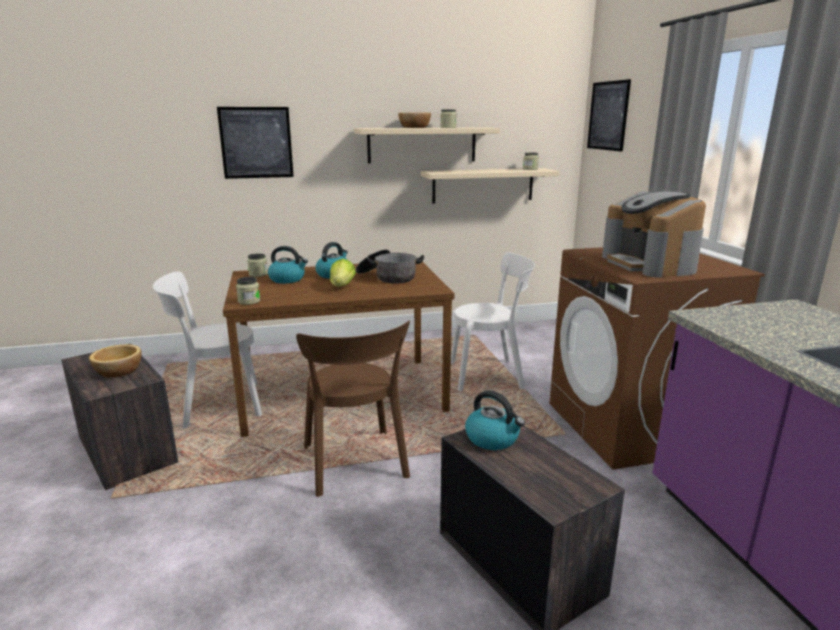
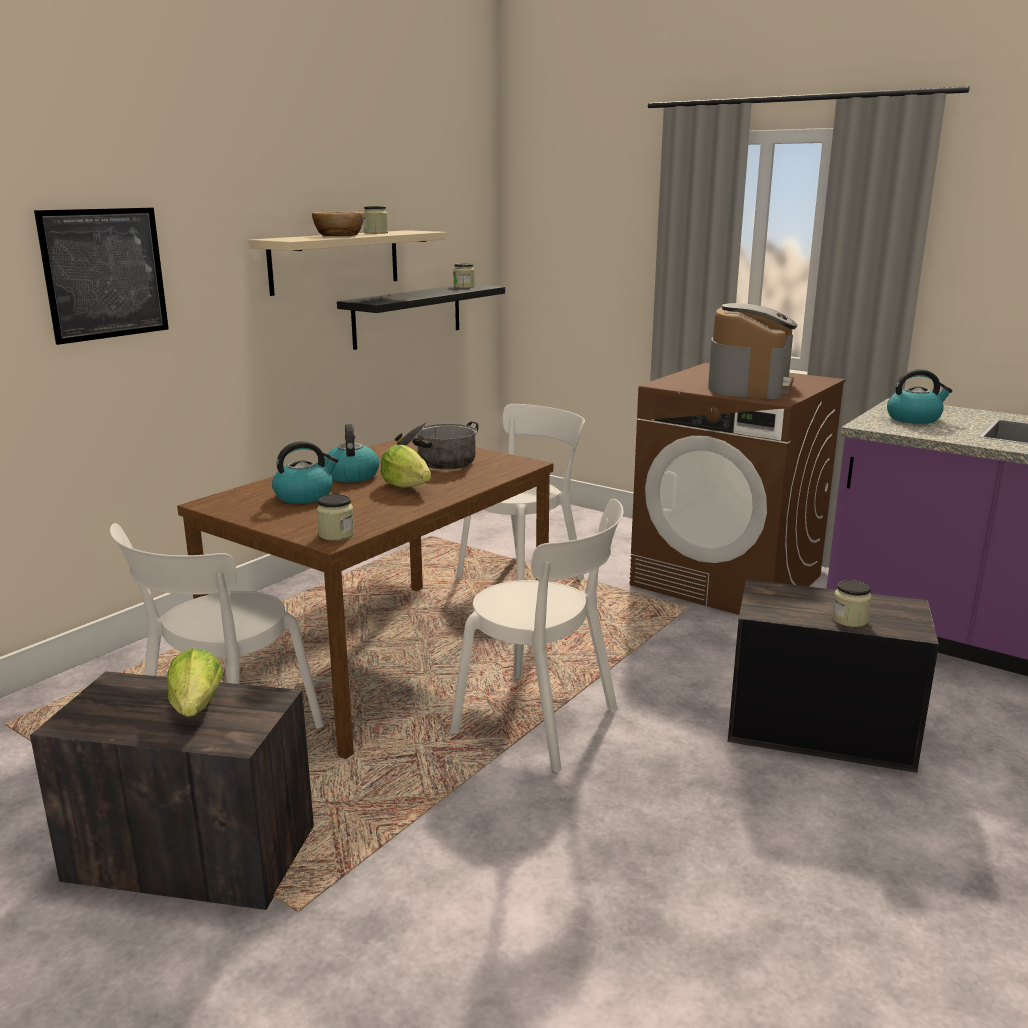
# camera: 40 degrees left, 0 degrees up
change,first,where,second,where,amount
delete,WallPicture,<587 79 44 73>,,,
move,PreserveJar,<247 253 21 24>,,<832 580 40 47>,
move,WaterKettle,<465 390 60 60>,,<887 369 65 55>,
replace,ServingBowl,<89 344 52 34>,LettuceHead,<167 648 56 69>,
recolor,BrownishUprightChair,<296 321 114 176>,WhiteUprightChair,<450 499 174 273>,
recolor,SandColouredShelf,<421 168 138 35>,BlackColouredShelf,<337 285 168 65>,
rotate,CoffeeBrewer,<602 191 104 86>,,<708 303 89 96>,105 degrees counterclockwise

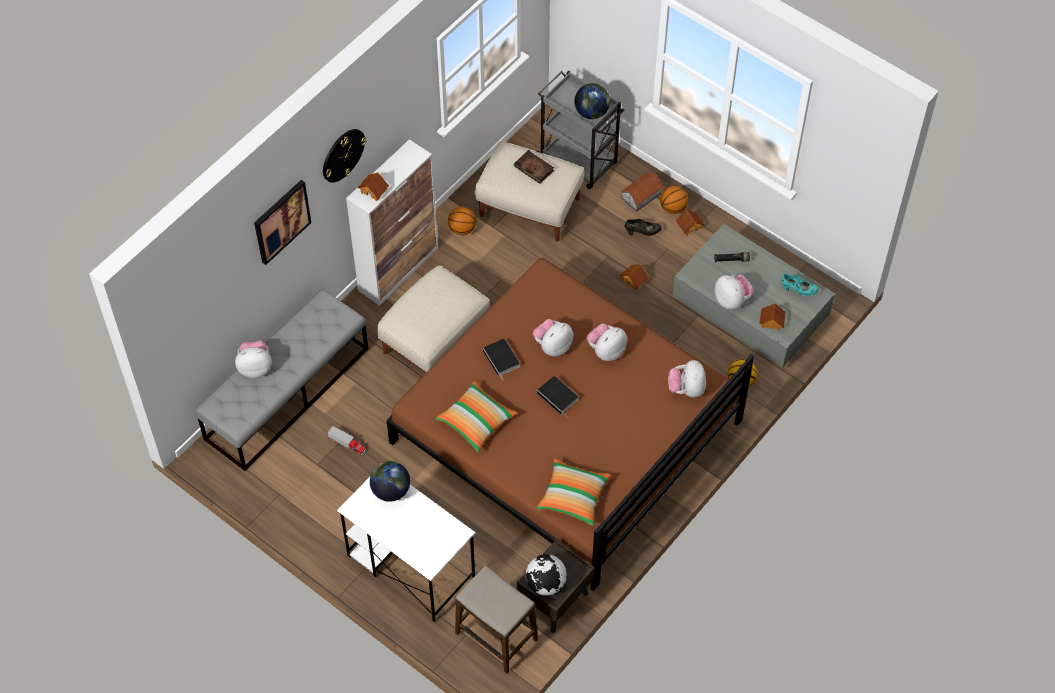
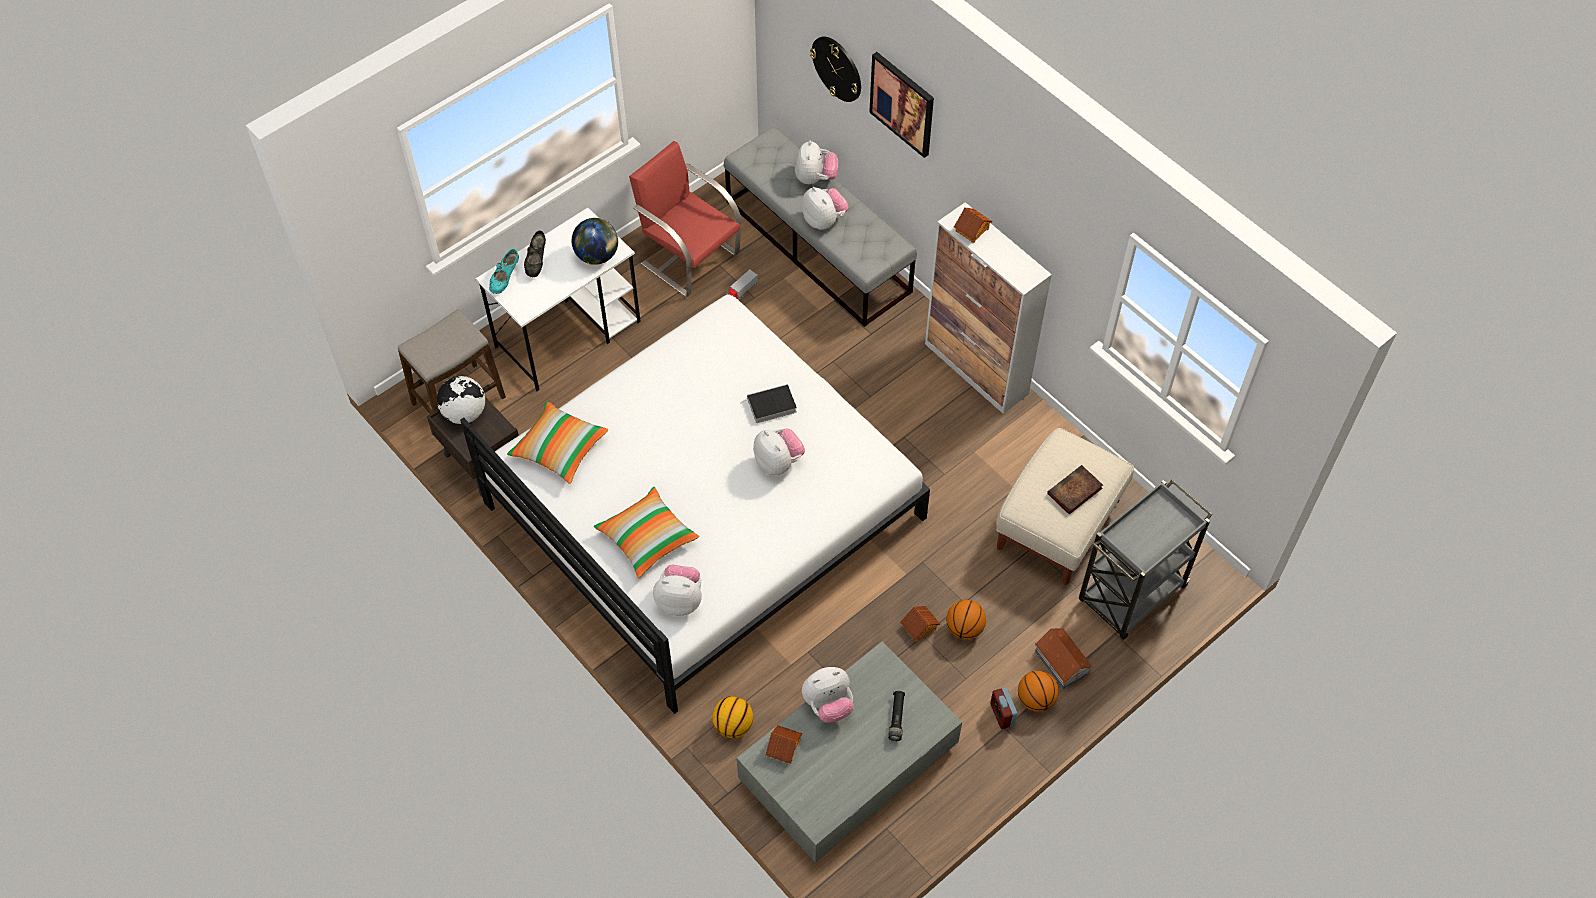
# camera: 100 degrees right, 0 degrees up
change,first,where,second,where,amount
delete,SandColouredPouffe,<377 266 113 108>,,,
delete,BoundBook,<537 376 41 42>,,,
delete,Globe,<574 83 36 36>,,,
insert,,,ReddishUprightChair,<629 141 112 156>,
move,WallClock,<323 129 43 54>,,<810 36 51 66>,
move,ThrowPillow,<435 381 82 71>,,<594 487 105 91>,
move,Basketball,<448 207 28 28>,,<946 600 40 40>,
move,CuddlyToy,<586 324 41 37>,,<802 187 47 43>,
move,BlackColouredShoe,<625 219 37 17>,,<524 231 22 46>,
move,TurquoiseShoe,<781 274 38 22>,,<489 249 30 45>,
replace,MiniatureHouse,<676 209 28 27>,AlarmClock,<990 687 27 42>,
recolor,BrownishBed,<386 258 368 333>,WhiteBed,<460 294 470 420>,

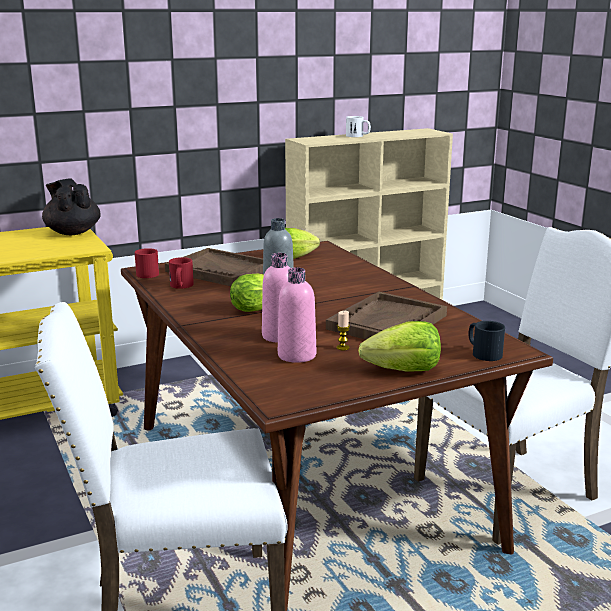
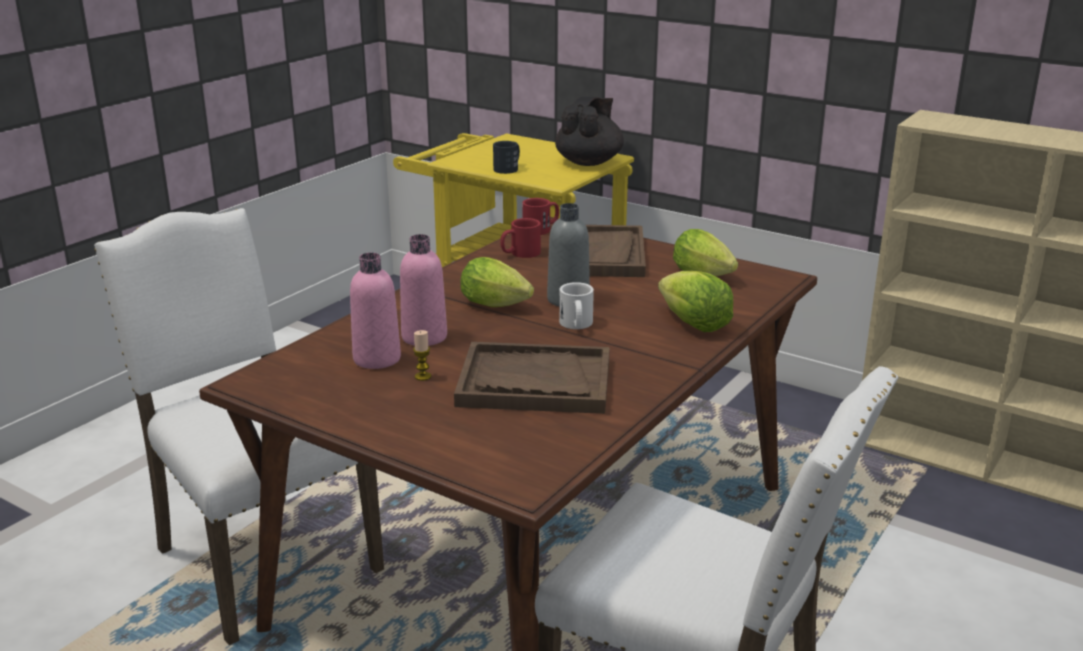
# camera: 60 degrees right, 5 degrees up
change,first,where,second,where,amount
move,WhiteMug,<346 116 25 21>,,<559 282 35 47>,
move,LettuceHead,<358 321 83 51>,,<658 271 75 61>,
move,BlackColouredMug,<469 321 36 40>,,<493 141 27 33>,

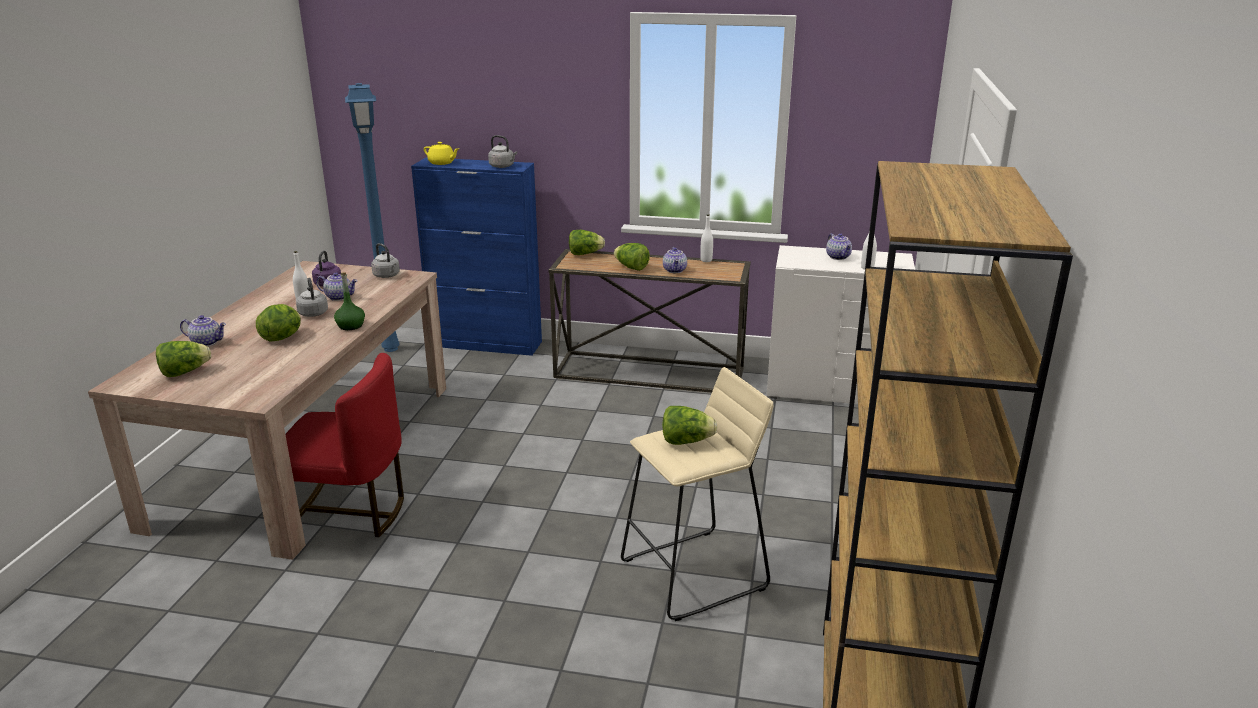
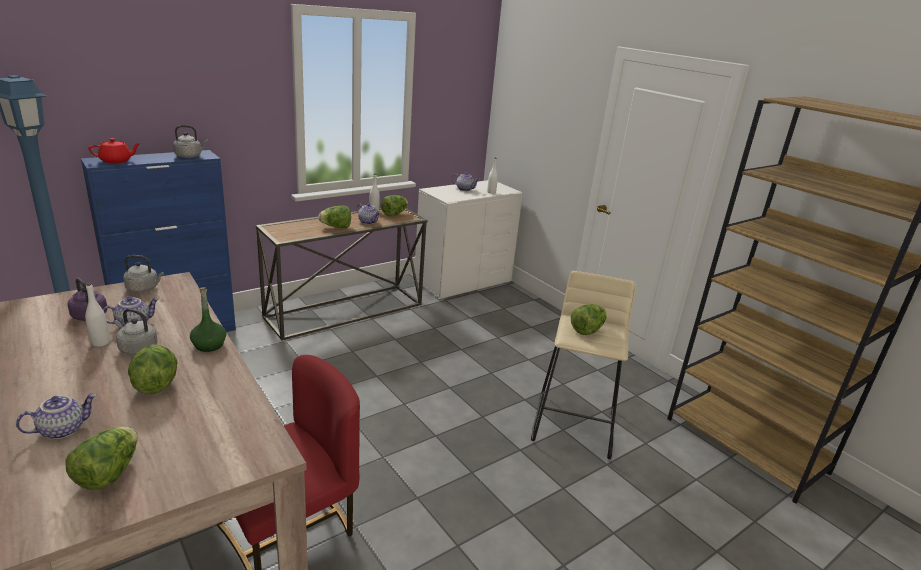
# camera: 50 degrees left, 0 degrees up
change,first,where,second,where,amount
move,LettuceHead,<569 230 36 25>,,<381 195 27 22>,
recolor,YellowPotForTea,<424 142 35 23>,ReddishPotForTea,<89 138 52 25>,

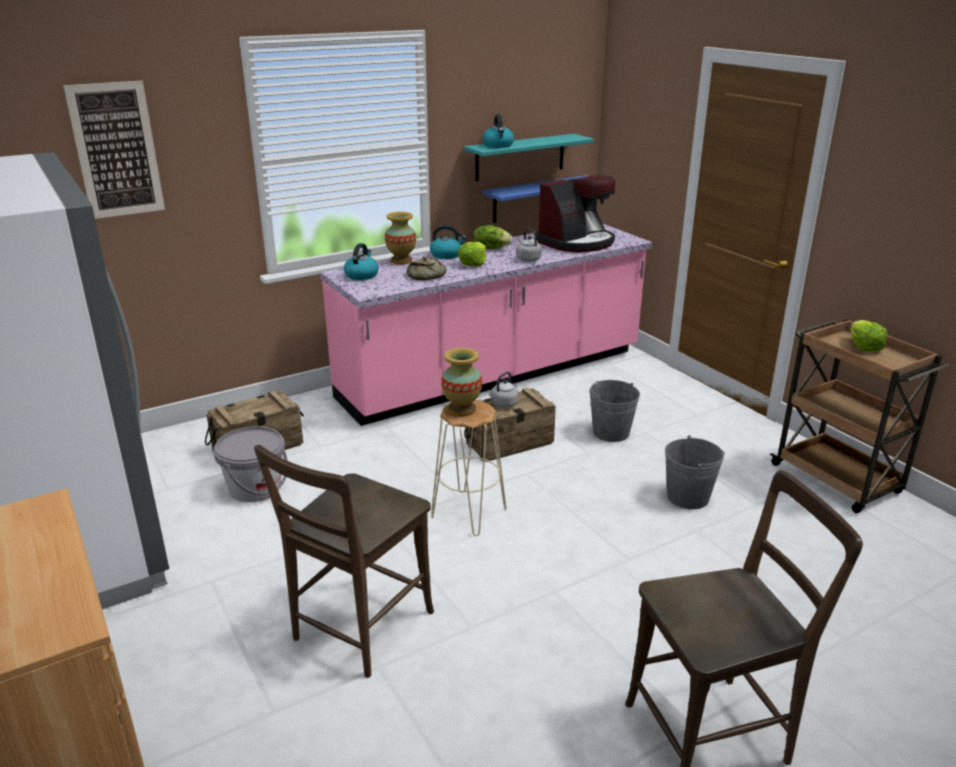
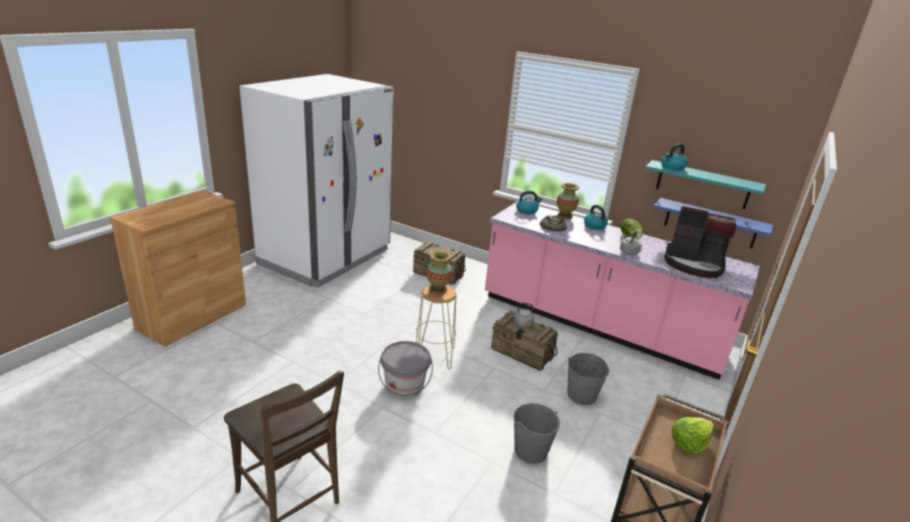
# camera: 60 degrees right, 0 degrees up
change,first,where,second,where,amount
delete,WallPicture,<63 81 102 138>,,,
delete,BrownishUprightChair,<254 445 180 233>,,,
delete,LettuceHead,<458 242 28 25>,,,
move,GrayPail,<213 426 75 76>,,<378 341 55 57>,

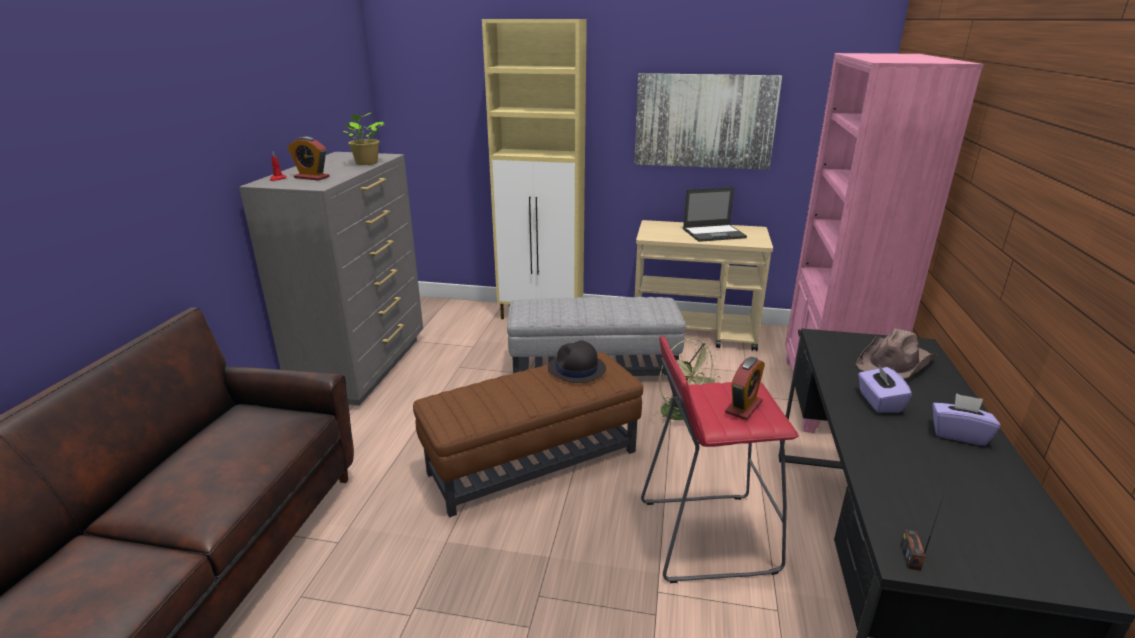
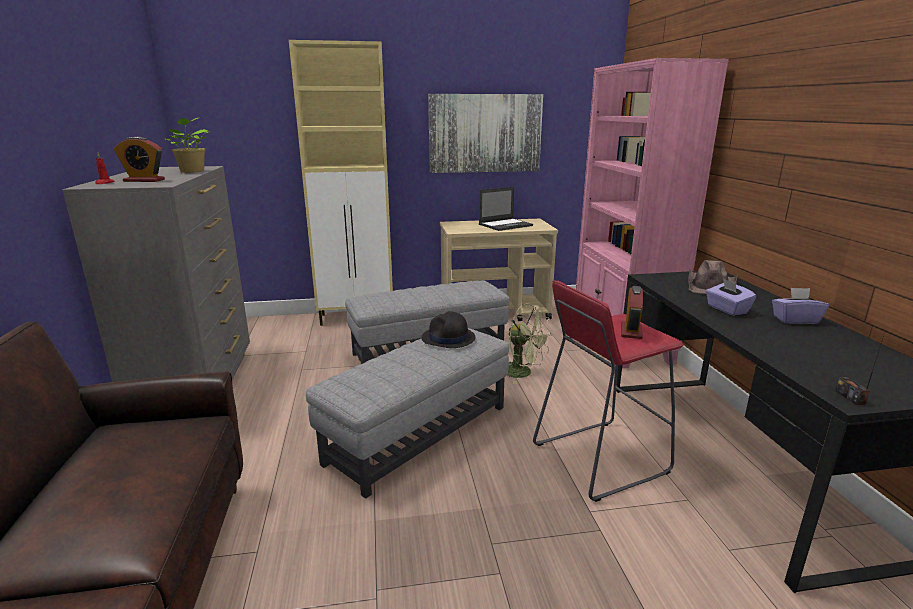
# camera: 20 degrees left, 5 degrees down
change,first,where,second,where,amount
recolor,BrownishPouffe,<413 352 230 165>,GrayPouffe,<306 328 203 171>,

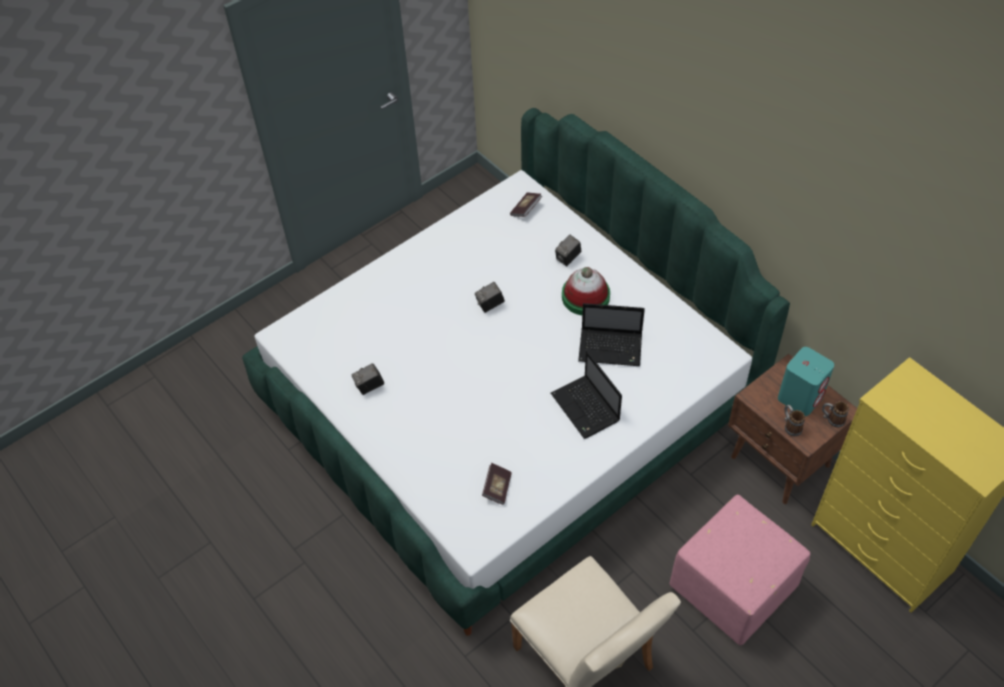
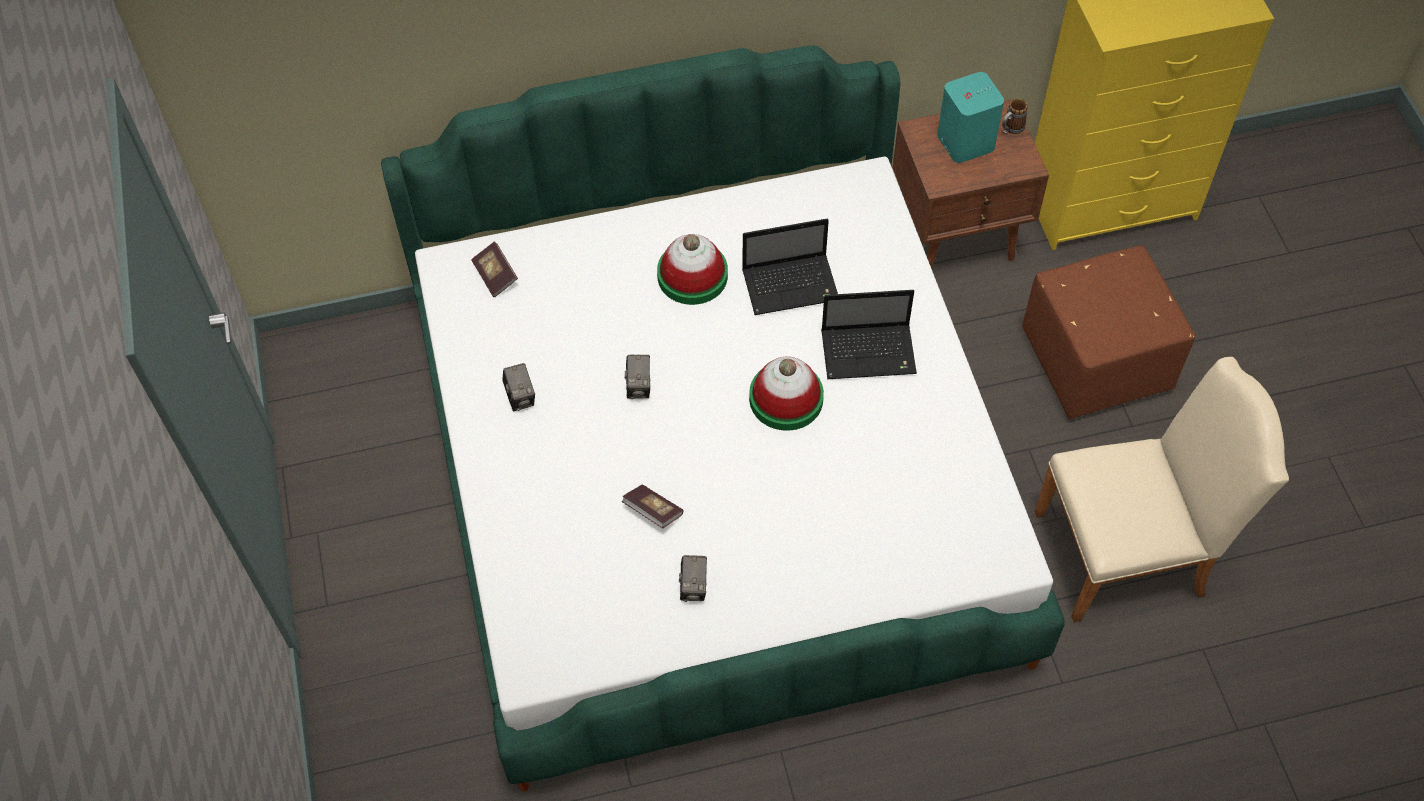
# camera: 65 degrees left, 5 degrees up
change,first,where,second,where,amount
delete,Mug,<785 405 20 31>,,,
insert,,,ClothingHat,<749 357 75 74>,
move,BoundBook,<482 463 30 42>,,<622 484 62 44>,
move,PhotoCamera,<555 235 26 31>,,<502 363 33 48>,
recolor,PinkPouffe,<669 494 142 151>,BrownishPouffe,<1022 245 174 174>,
rotate,NotebookComputer,<578 303 67 63>,,<742 219 96 96>,45 degrees clockwise

